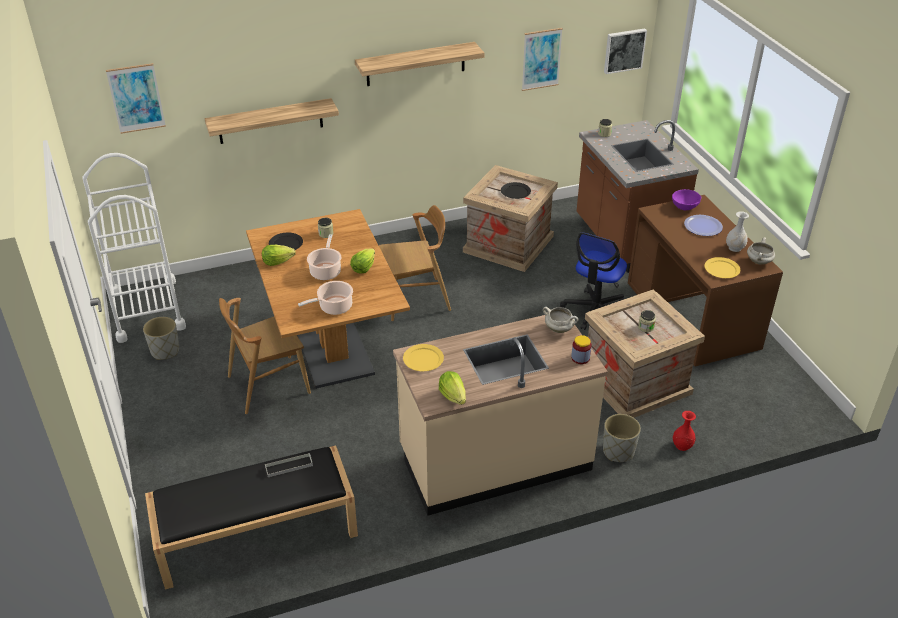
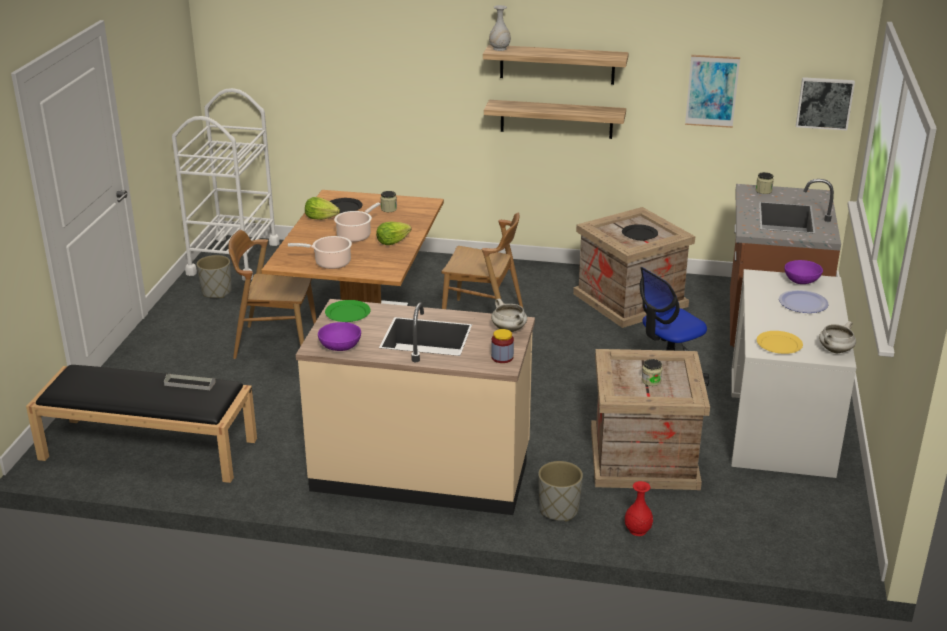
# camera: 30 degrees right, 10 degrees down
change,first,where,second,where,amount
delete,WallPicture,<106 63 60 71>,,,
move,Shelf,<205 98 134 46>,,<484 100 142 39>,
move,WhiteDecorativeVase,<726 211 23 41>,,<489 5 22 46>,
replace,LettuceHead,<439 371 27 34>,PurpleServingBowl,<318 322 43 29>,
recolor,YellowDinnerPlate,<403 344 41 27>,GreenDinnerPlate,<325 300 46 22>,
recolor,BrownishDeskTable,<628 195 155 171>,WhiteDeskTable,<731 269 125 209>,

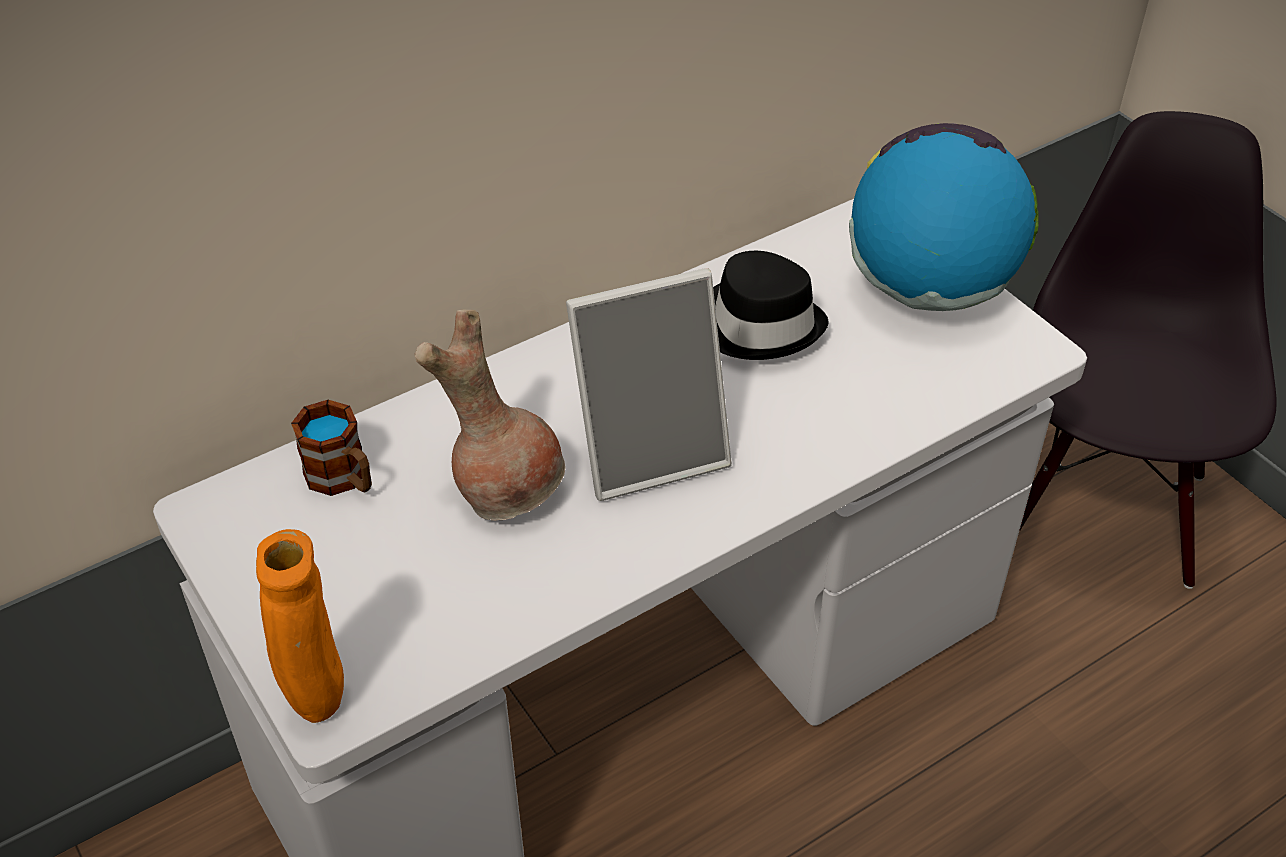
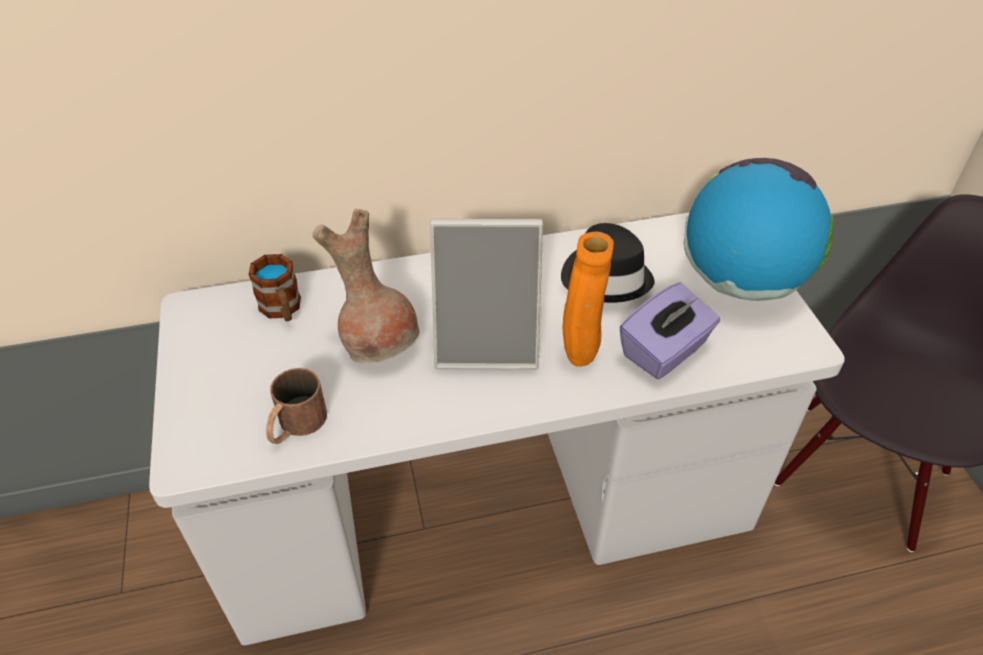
# camera: 20 degrees right, 0 degrees up
change,first,where,second,where,amount
insert,,,BrownishMug,<266 368 61 76>,
insert,,,PurpleBoxOfTissues,<619 283 101 96>,
move,OrangeyDecorativeVase,<256 529 88 194>,,<563 232 51 134>,

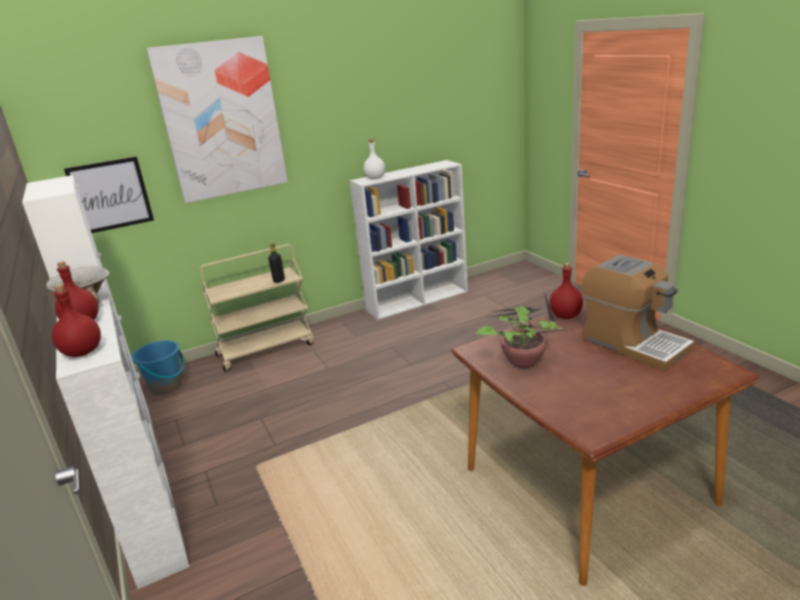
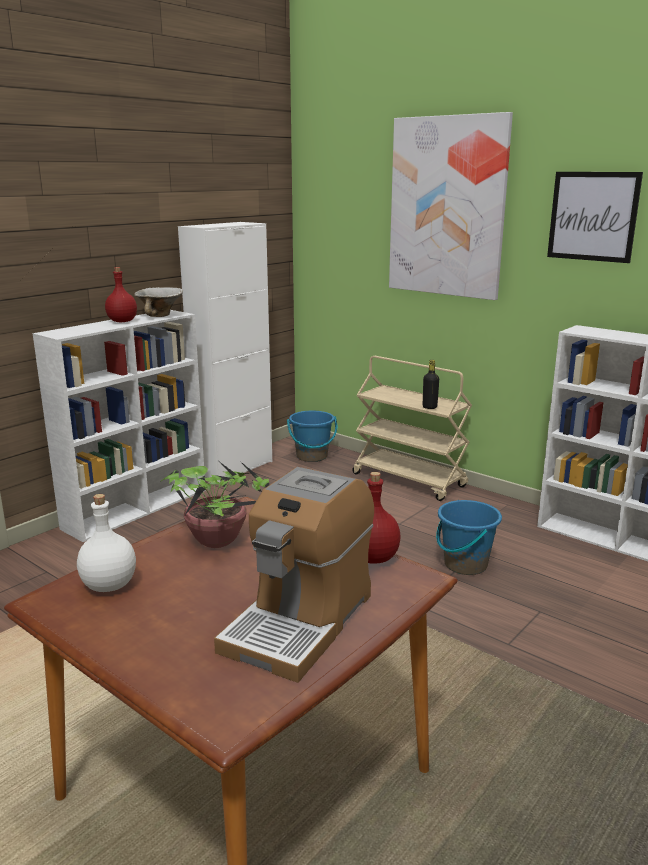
# camera: 65 degrees right, 5 degrees down
change,first,where,second,where,amount
delete,ReddishBeverageBottle,<52 285 49 72>,,,
insert,,,BlueColouredPail,<436 500 66 75>,
move,WallPicture,<64 156 90 77>,,<547 172 96 91>,
move,WhiteBeverageBottle,<363 139 22 40>,,<77 494 59 98>,

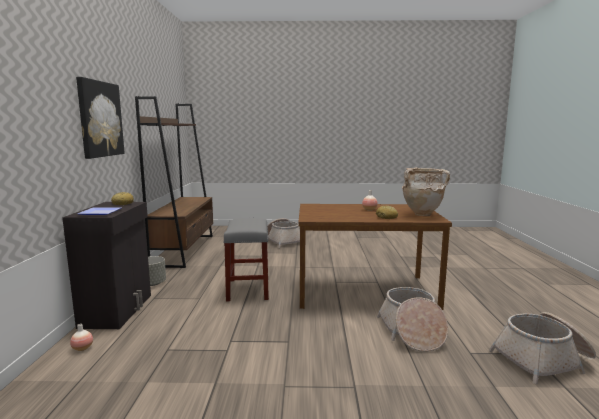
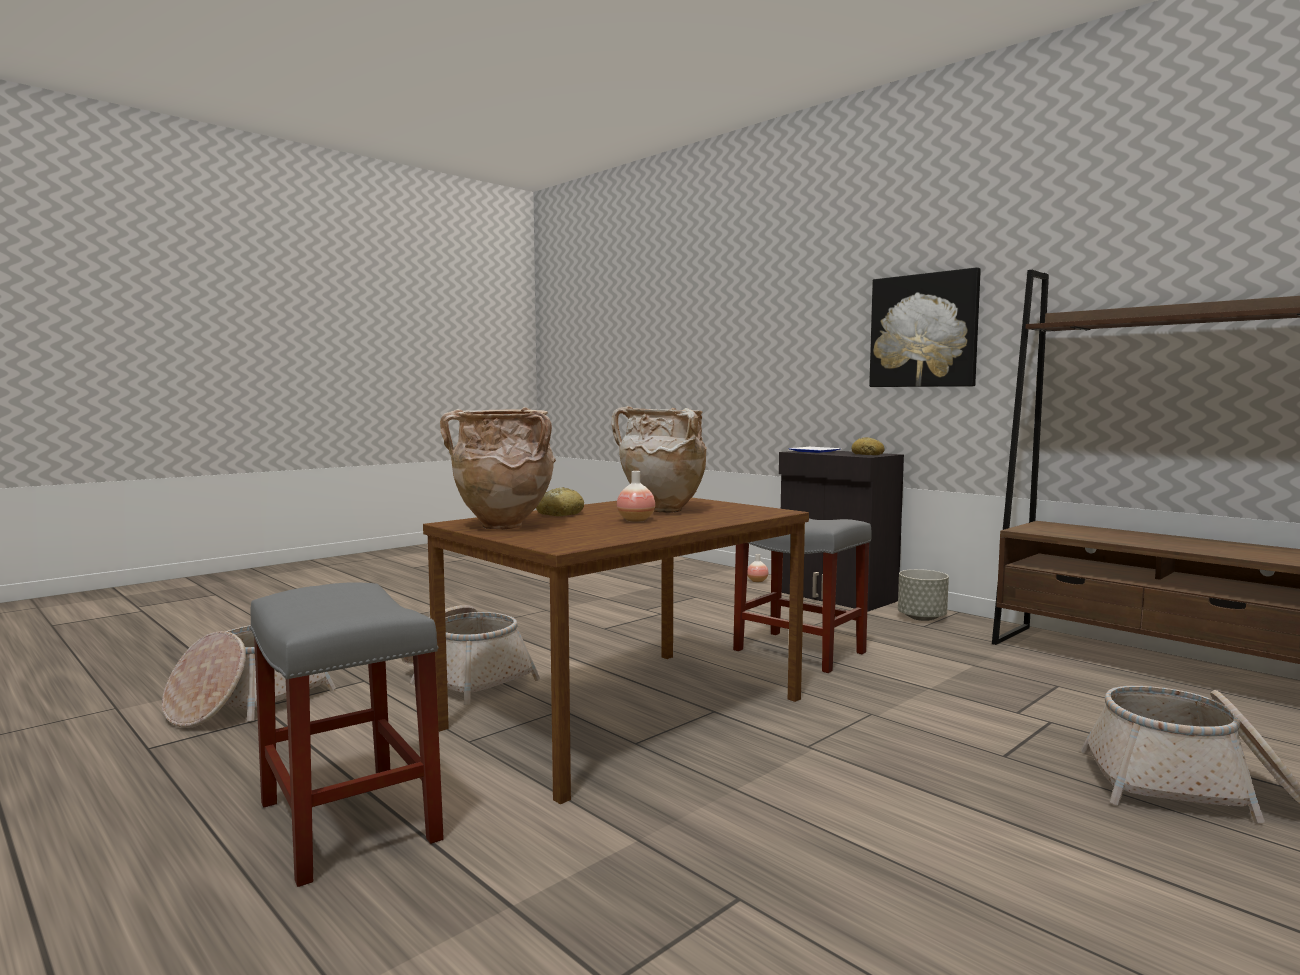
# camera: 135 degrees right, 5 degrees down
change,first,where,second,where,amount
insert,,,GrayStoolSeat,<250 583 194 304>,
insert,,,SandColouredDecorativeVase,<611 406 96 107>,

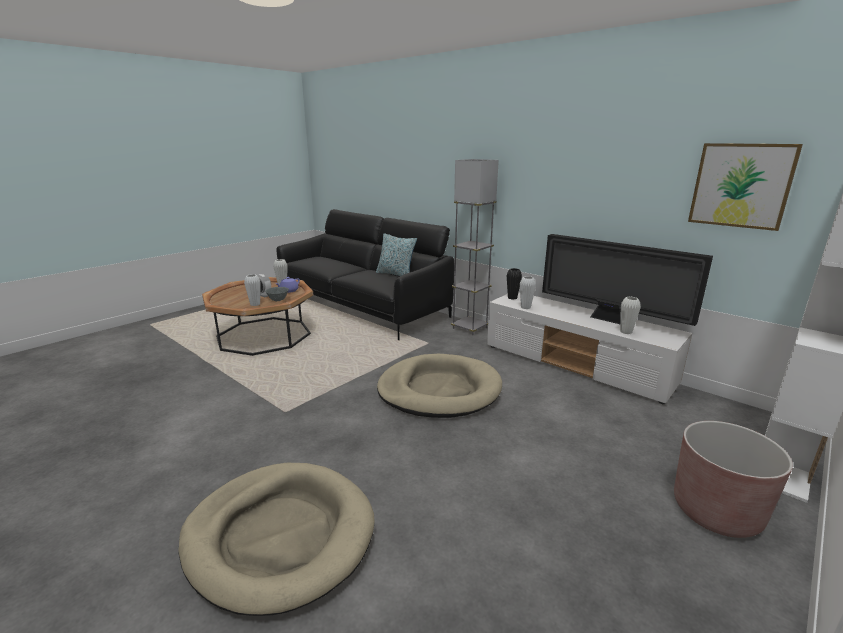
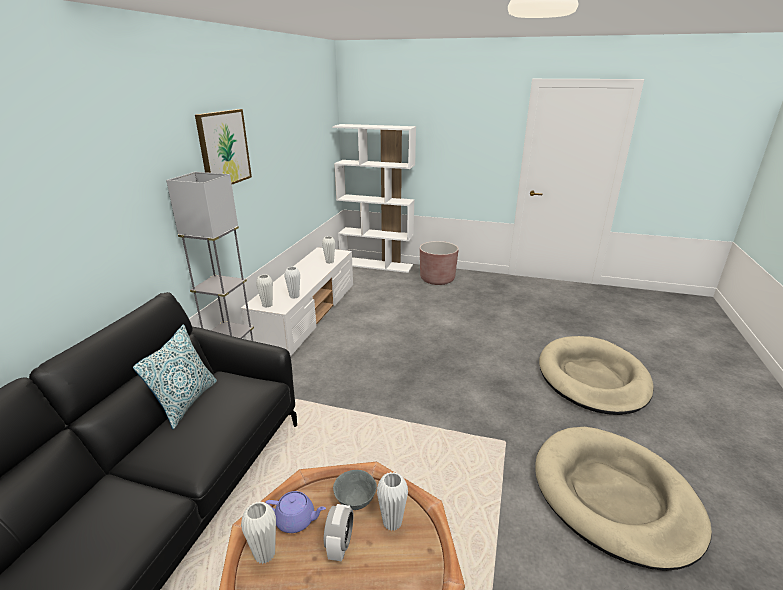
# camera: 115 degrees left, 5 degrees up
change,first,where,second,where,amount
delete,Tv,<542 234 171 92>,,,
move,SandColouredDogBed,<377 354 125 64>,,<535 427 177 144>,
move,WallPicture,<688 143 115 88>,,<195 109 57 75>,
recolor,BlackColouredDecorativeVase,<507 268 15 32>,WhiteDecorativeVase,<256 275 17 33>,

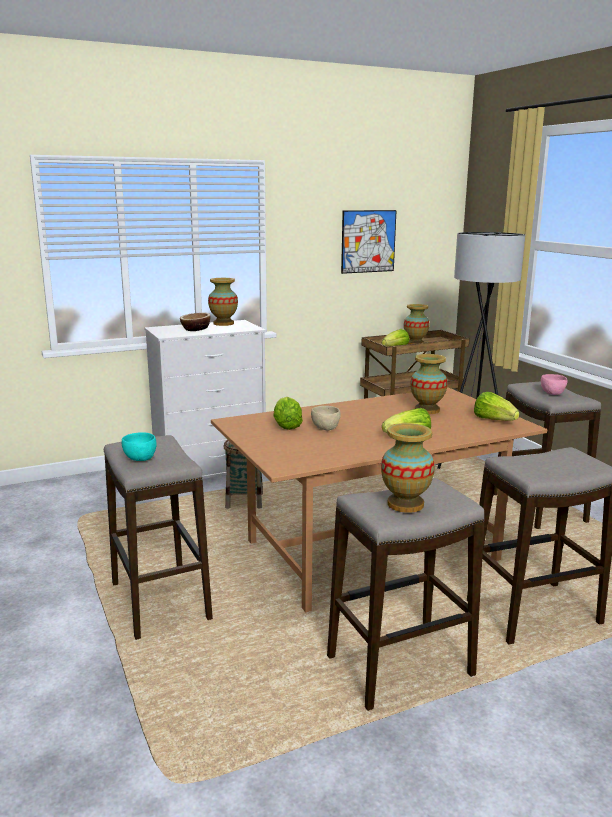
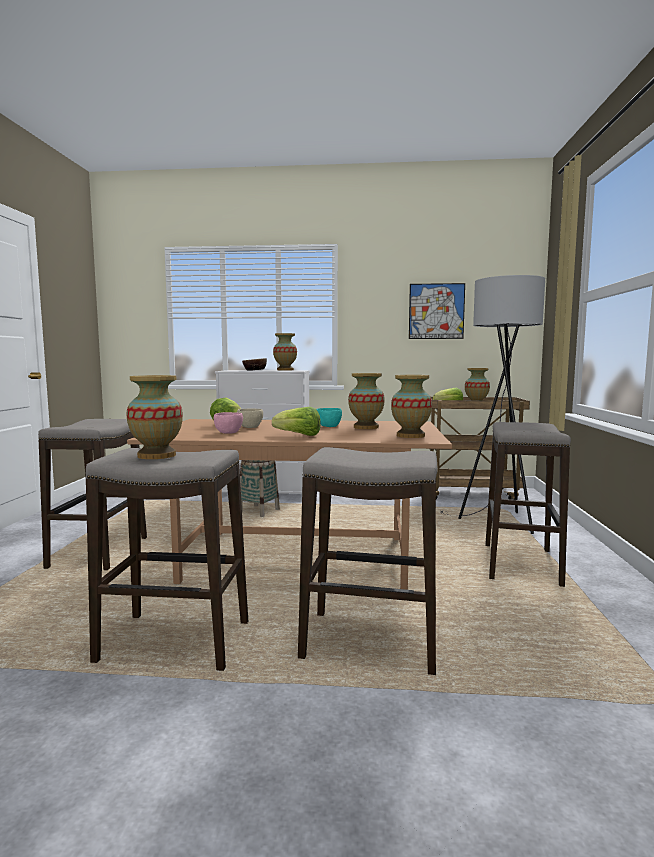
# camera: 30 degrees right, 10 degrees down
change,first,where,second,where,amount
move,TurquoiseServingBowl,<122 432 35 29>,,<316 408 26 19>,
move,PinkServingBowl,<541 374 26 21>,,<214 412 29 22>,
replace,LettuceHead,<474 392 45 29>,DecorativeVase,<391 375 41 63>,

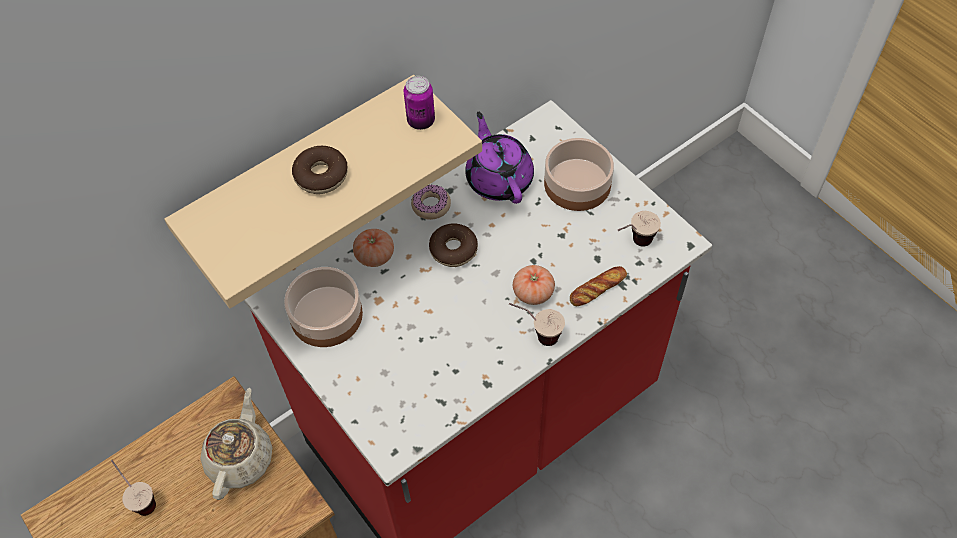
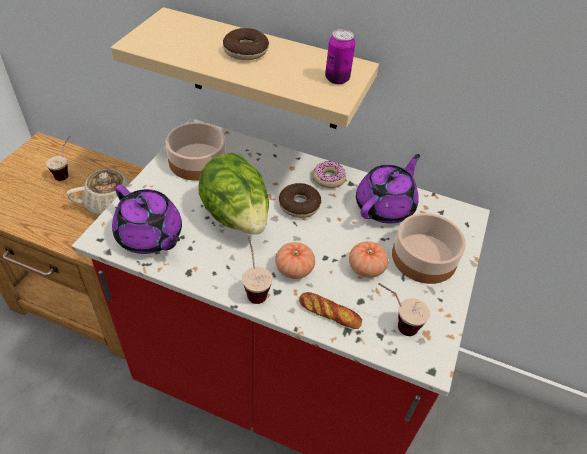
# camera: 55 degrees right, 10 degrees down
change,first,where,second,where,amount
insert,,,PurplePotForTea,<112 185 70 69>,
insert,,,LettuceHead,<199 153 70 82>,
move,FreshTomato,<353 229 41 38>,,<349 241 39 37>,

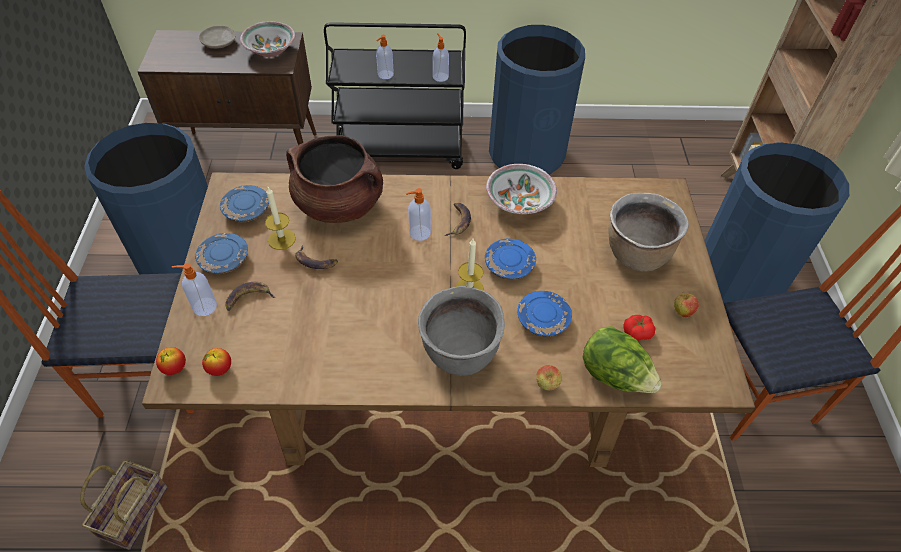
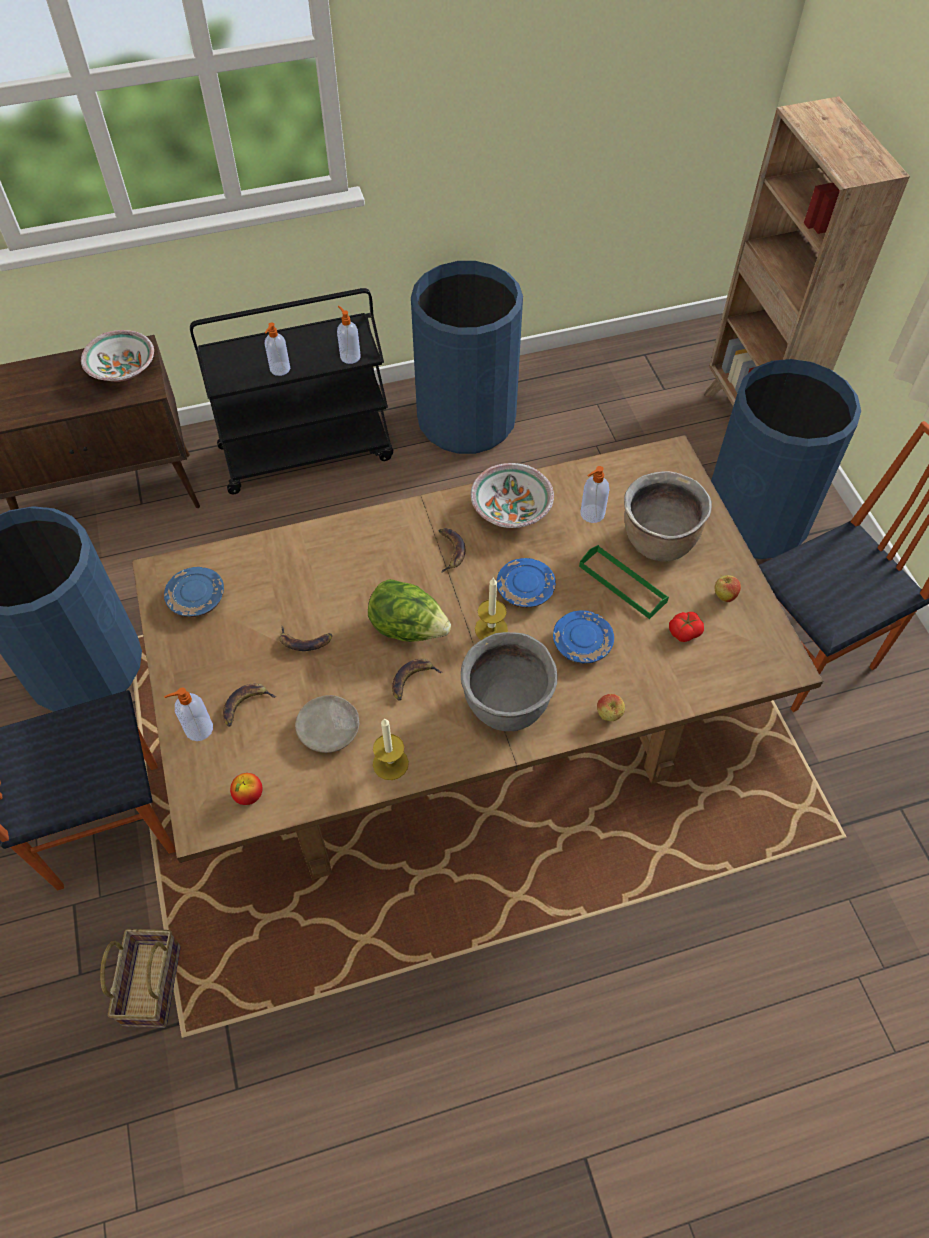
# camera: 15 degrees left, 5 degrees up
change,first,where,second,where,amount
delete,Apple,<156 347 30 28>,,,
delete,BlueColouredDinnerPlate,<195 233 53 41>,,,
delete,BrownishStockpot,<286 135 97 88>,,,
insert,,,WholeBanana,<392 659 51 42>,
insert,,,GreenTray,<579 545 90 74>,
move,SandColouredDinnerPlate,<199 26 37 23>,,<295 695 64 58>,
move,WaxCandle,<265 187 31 63>,,<373 718 36 62>,
move,LiquidSoapBottle,<406 188 25 53>,,<580 466 29 57>,
move,LettuceHead,<582 326 80 67>,,<368 579 83 63>,

